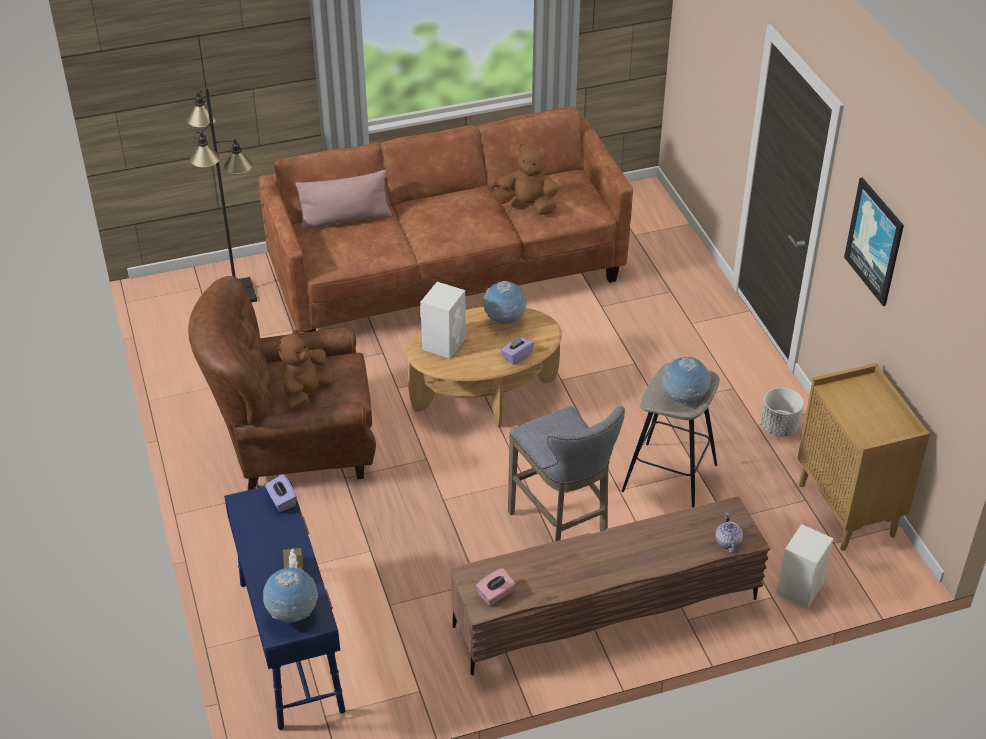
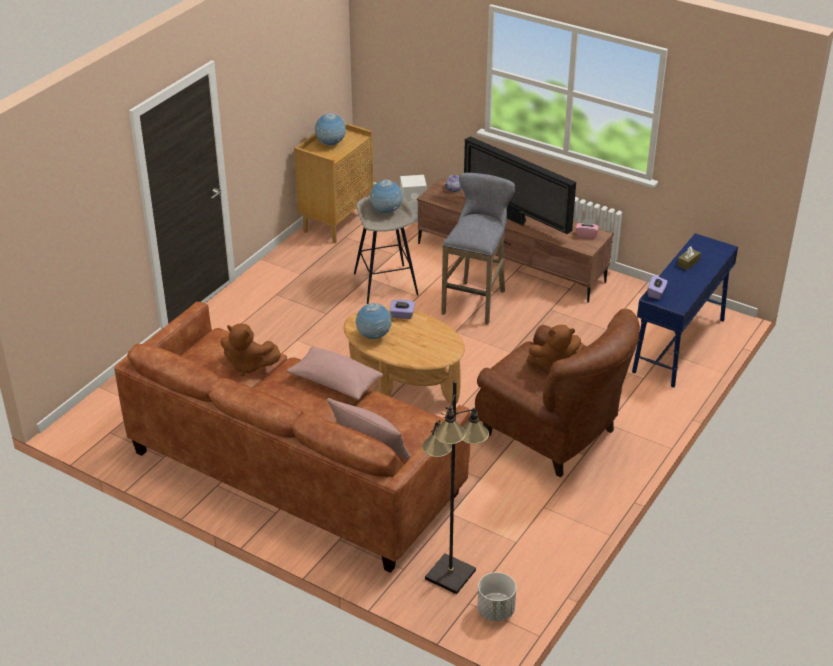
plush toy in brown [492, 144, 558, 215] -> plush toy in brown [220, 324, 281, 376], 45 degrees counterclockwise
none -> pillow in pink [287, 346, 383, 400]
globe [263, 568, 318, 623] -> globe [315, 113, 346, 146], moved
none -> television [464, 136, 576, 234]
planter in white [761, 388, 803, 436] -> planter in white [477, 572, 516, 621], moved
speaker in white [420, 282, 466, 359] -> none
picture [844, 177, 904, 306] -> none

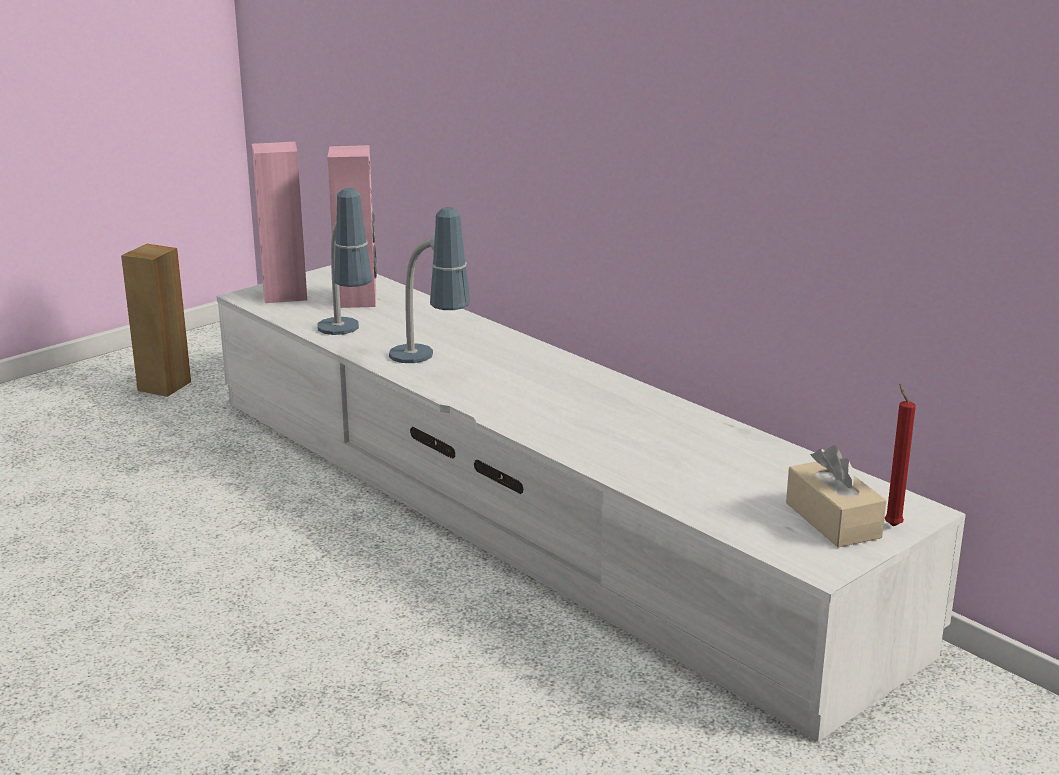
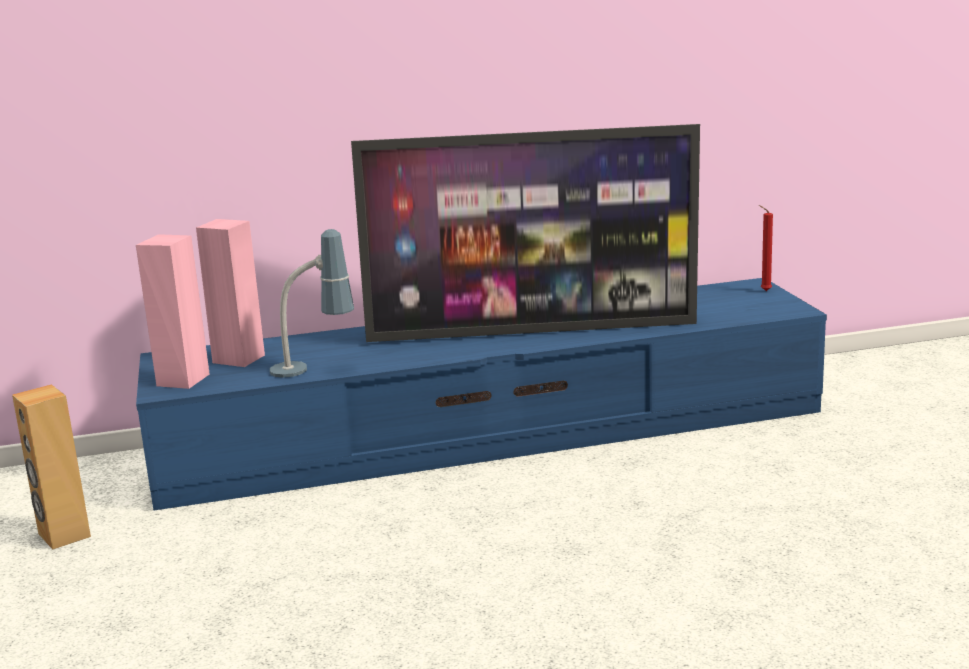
tv stand in white [216, 265, 966, 742] -> tv stand in blue [136, 278, 827, 511]
none -> television [351, 124, 700, 342]
table lamp [389, 207, 470, 363] -> none
tissue box in beige [786, 445, 887, 547] -> none

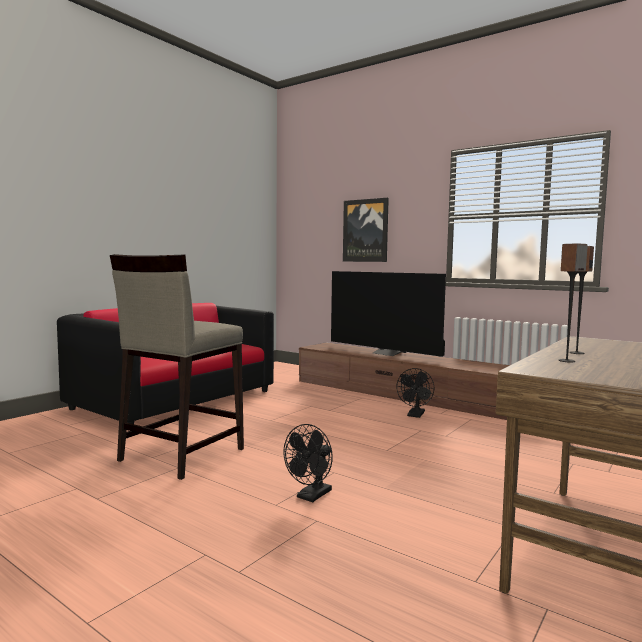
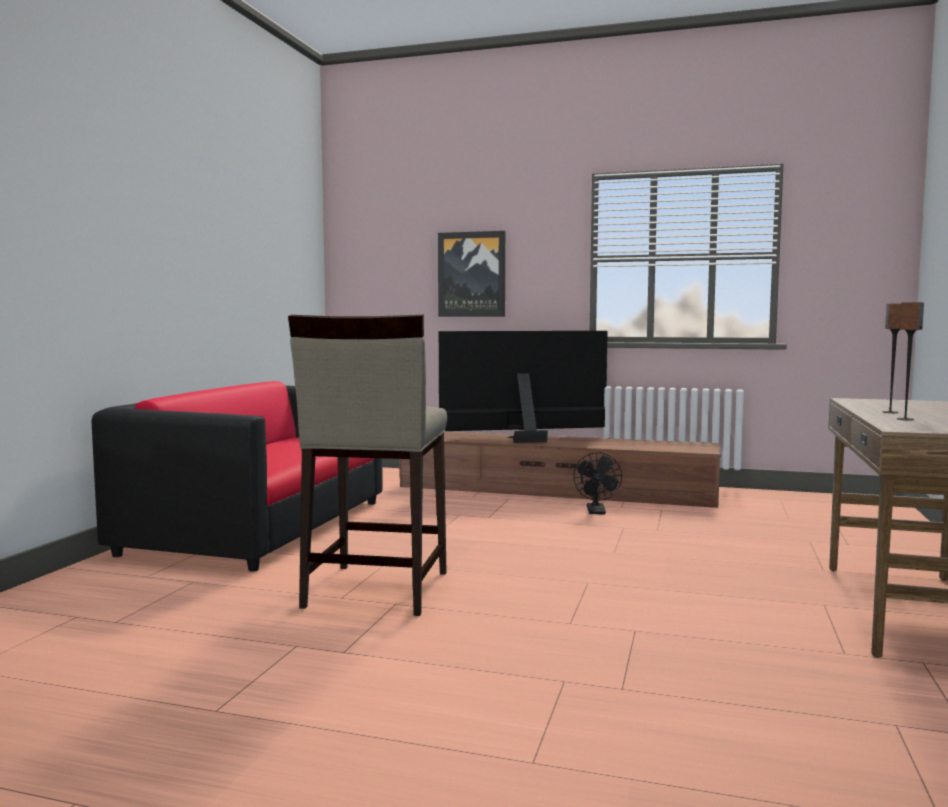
television [331, 271, 446, 357] -> television [439, 331, 608, 443], 150 degrees clockwise
fan in black [283, 424, 333, 502] -> none

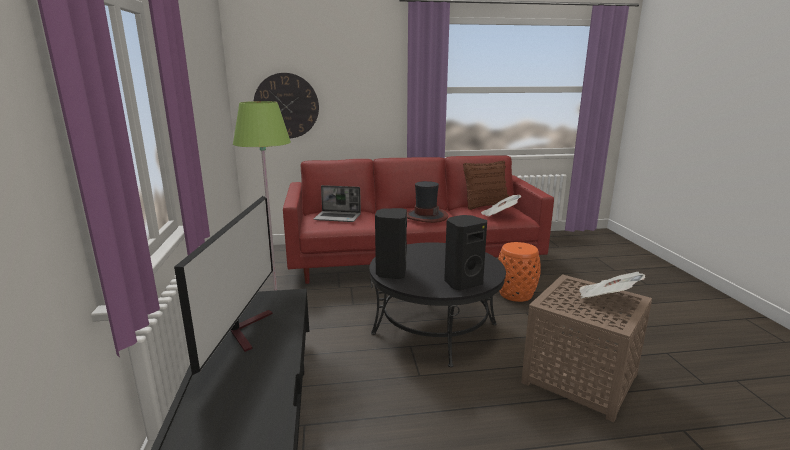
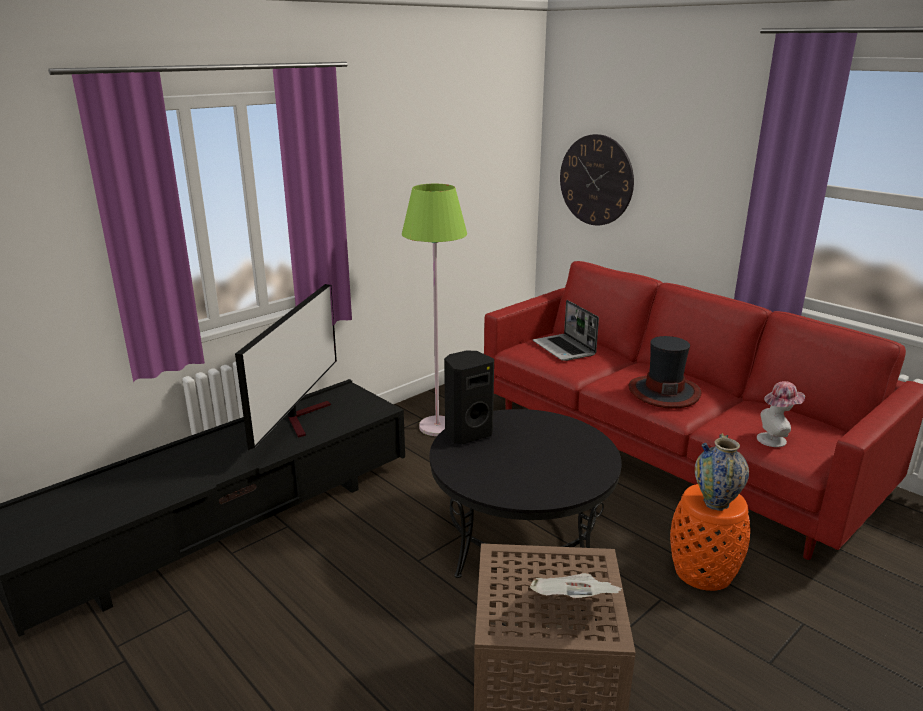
television [174, 196, 273, 375] -> television [235, 284, 337, 450], 45 degrees counterclockwise
none -> vase [695, 433, 749, 511]
newspaper [481, 195, 521, 217] -> hat [757, 381, 805, 447]
speaker in black [444, 215, 487, 291] -> none
pillow in brown [463, 160, 510, 210] -> none

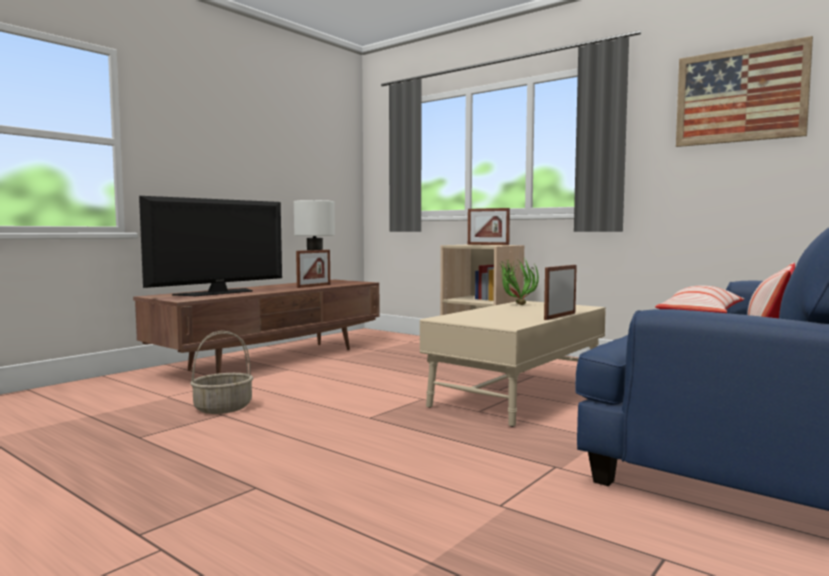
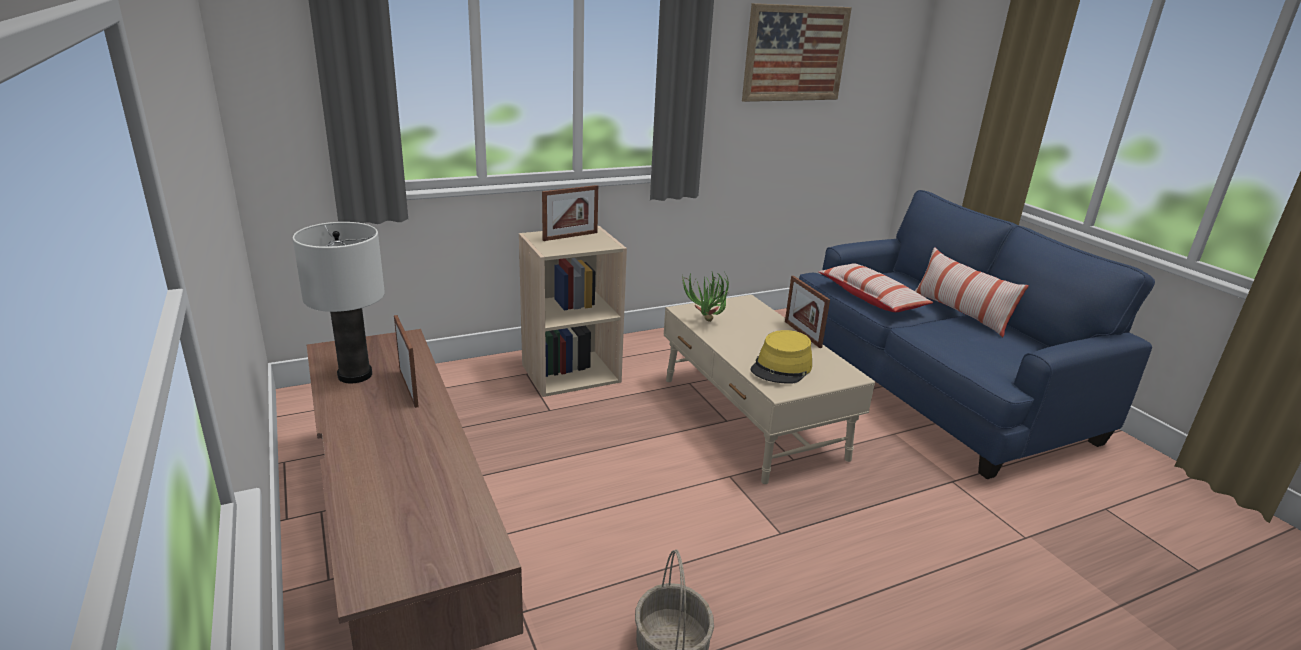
none -> hat in yellow [750, 330, 812, 384]
television [139, 196, 282, 296] -> none

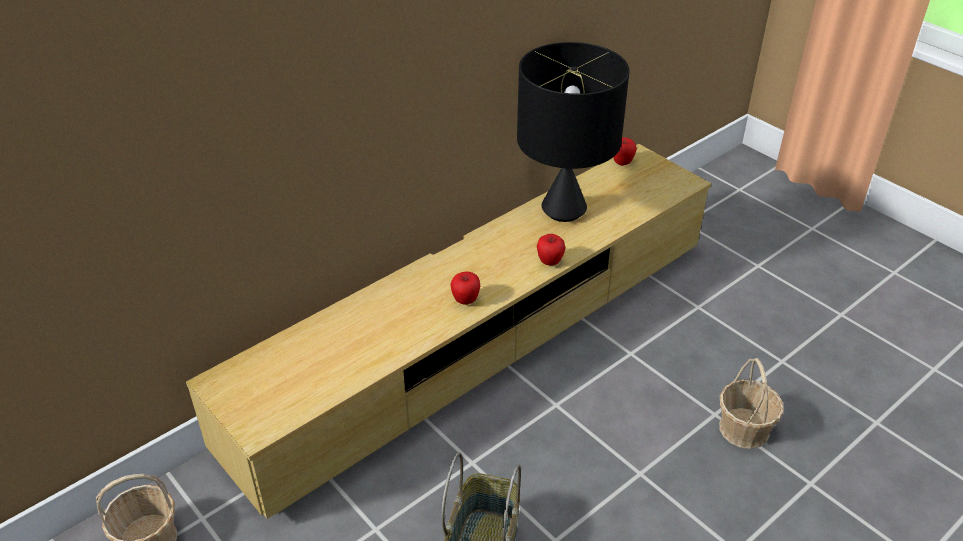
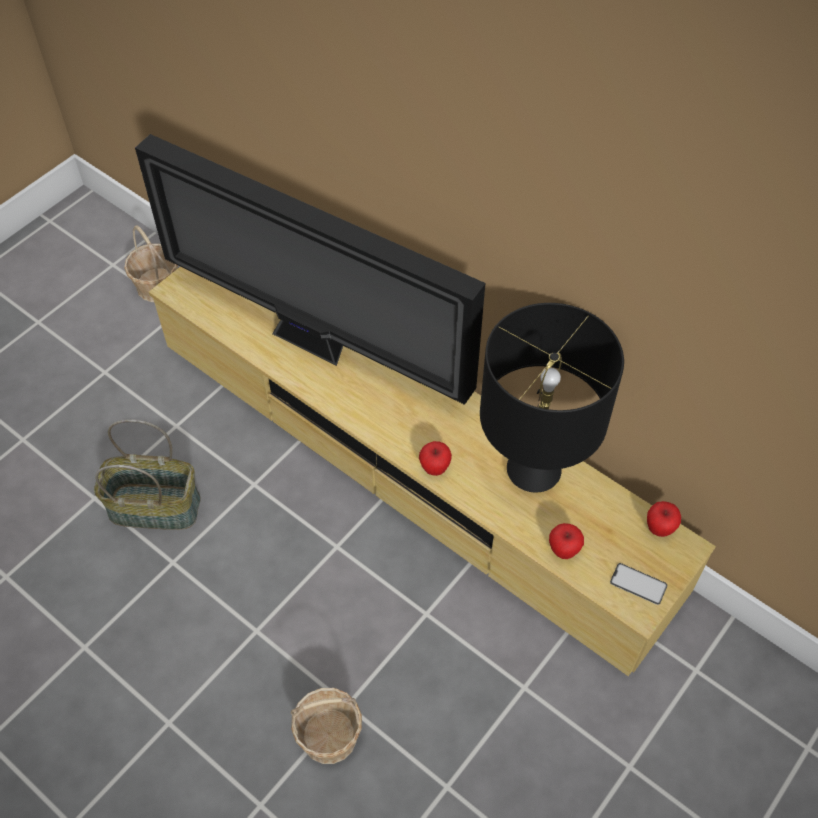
none -> television [135, 134, 485, 405]
apple [450, 272, 480, 305] -> apple [549, 523, 584, 559], moved
none -> phone [610, 563, 667, 605]

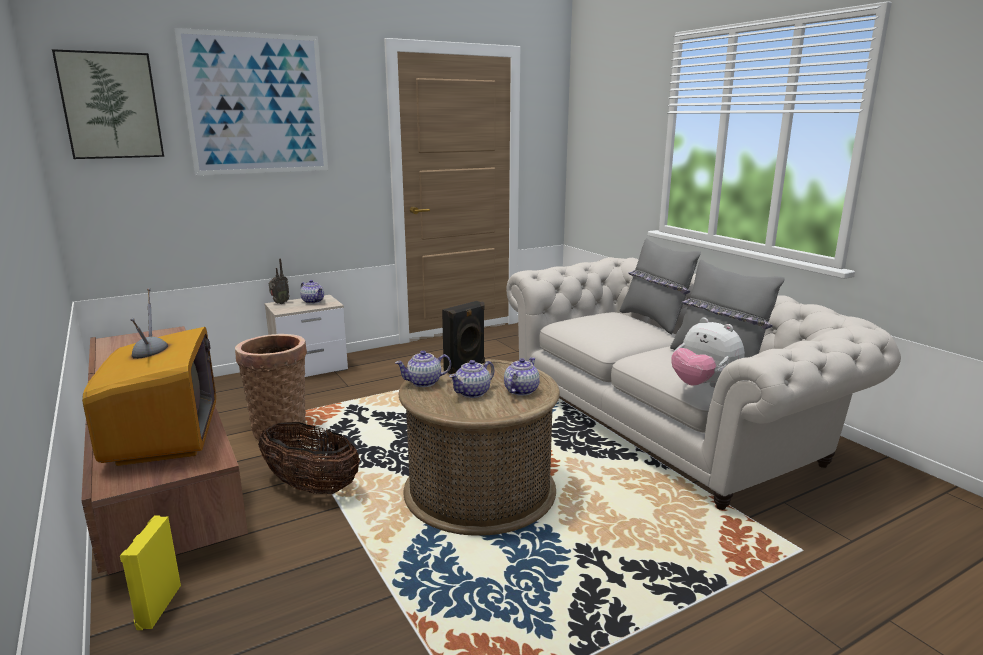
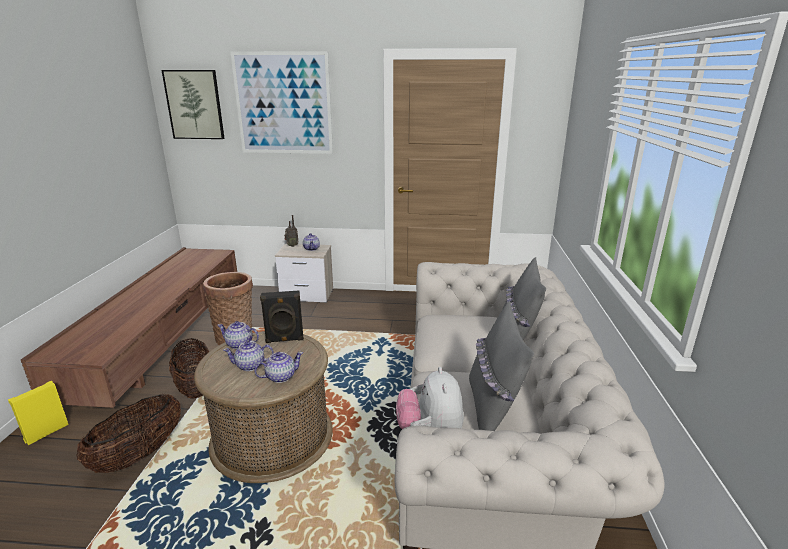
none -> basket [77, 394, 181, 473]
television [82, 288, 216, 466] -> none

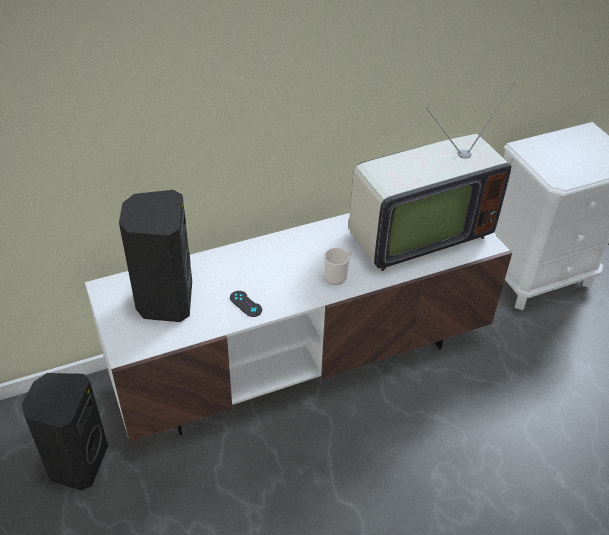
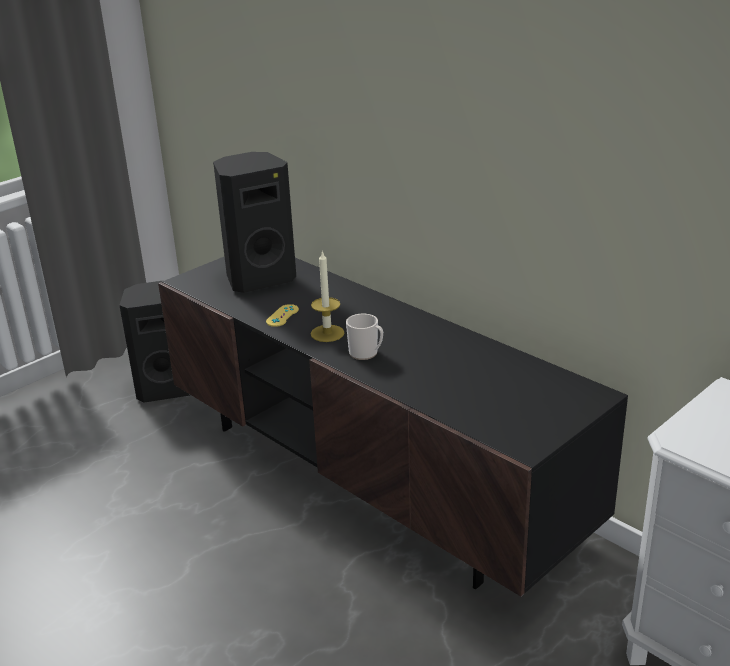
tv stand in white [85, 213, 512, 442] -> tv stand in black [158, 257, 628, 597]
game controller in black [230, 291, 262, 317] -> game controller in yellow [266, 304, 299, 327]
none -> candle [311, 251, 344, 342]
television [349, 83, 515, 271] -> none

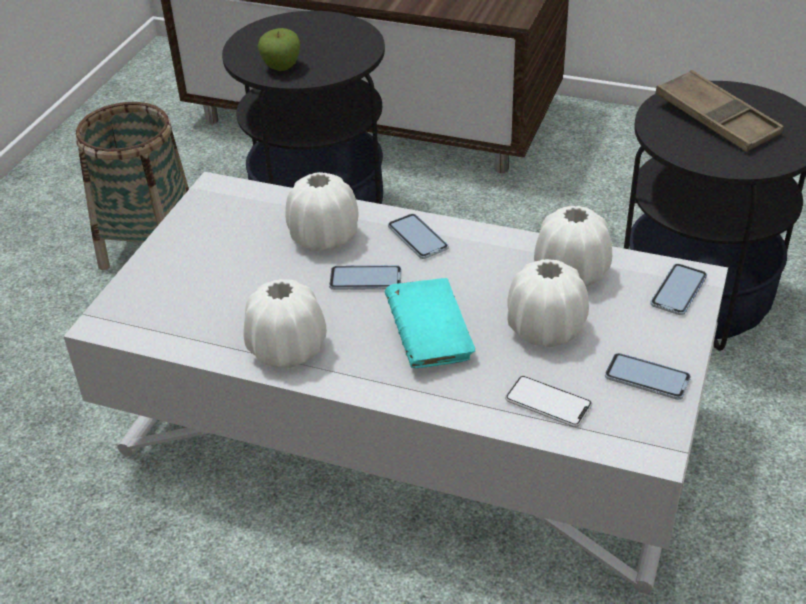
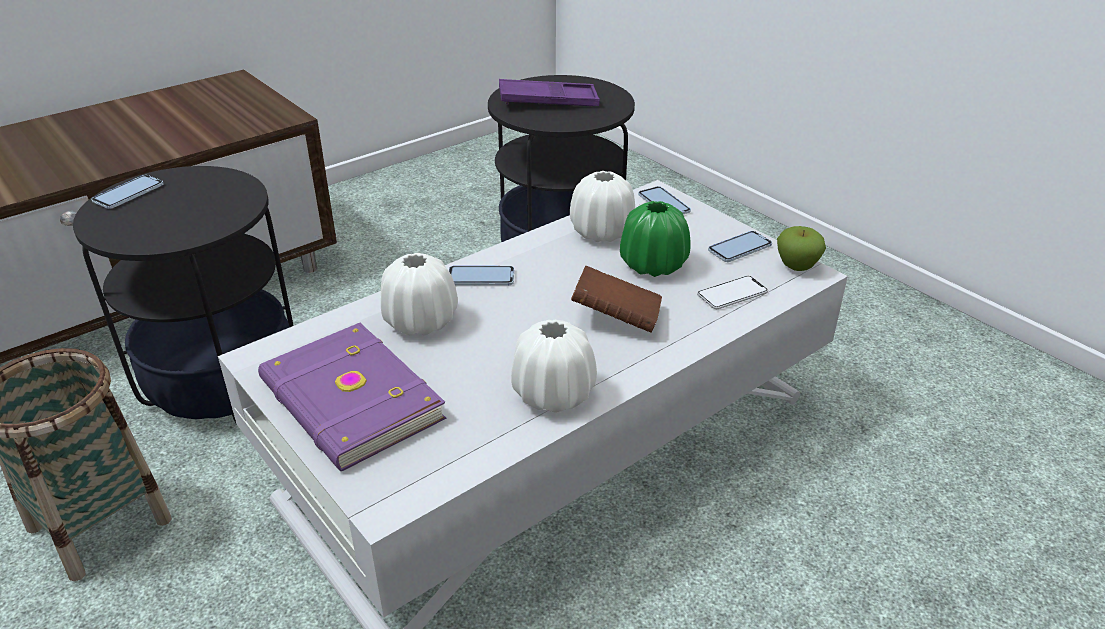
phone [329, 265, 401, 290] -> phone [91, 175, 164, 209], moved
none -> book in purple [258, 323, 447, 471]
tray in brown [655, 70, 784, 152] -> tray in purple [499, 79, 600, 106]
book in turquoise [385, 278, 475, 368] -> book in brown [571, 266, 662, 333]
vase in white [507, 259, 589, 347] -> vase in green [620, 201, 691, 277]
apple [257, 28, 300, 71] -> apple [777, 226, 826, 271], moved

